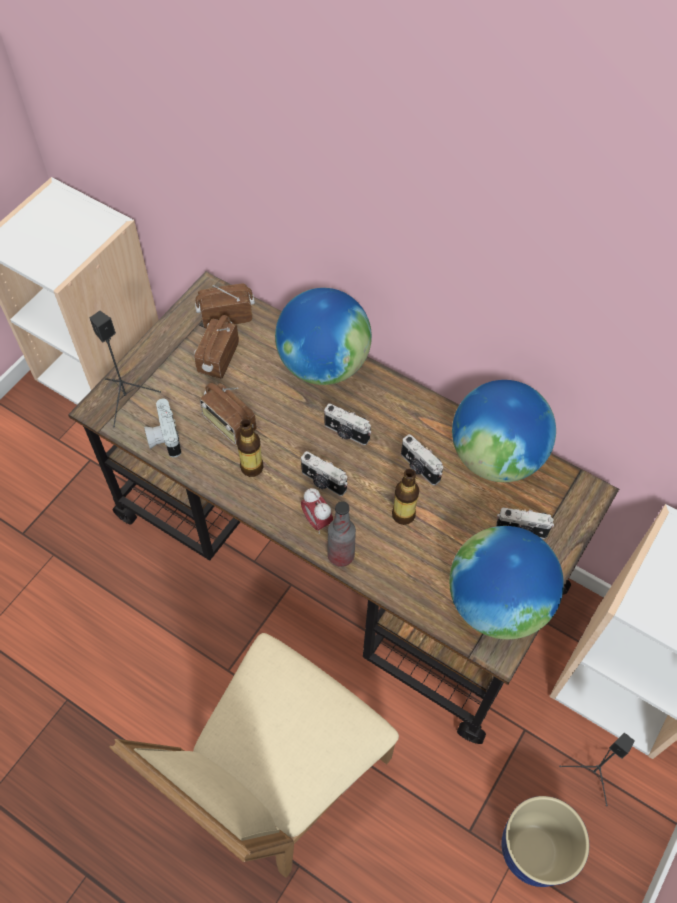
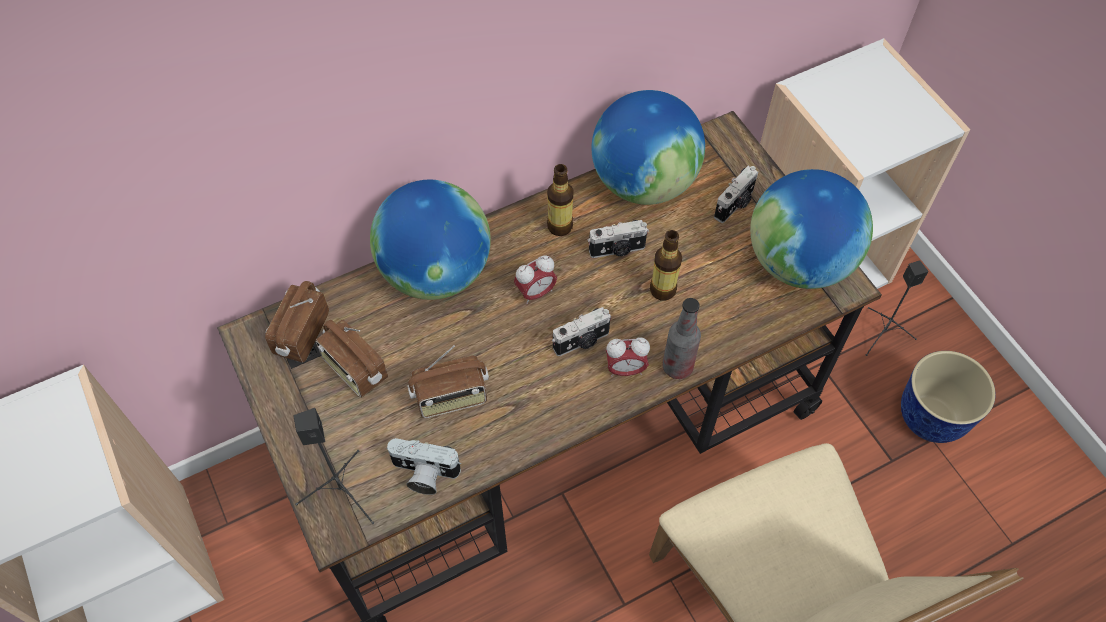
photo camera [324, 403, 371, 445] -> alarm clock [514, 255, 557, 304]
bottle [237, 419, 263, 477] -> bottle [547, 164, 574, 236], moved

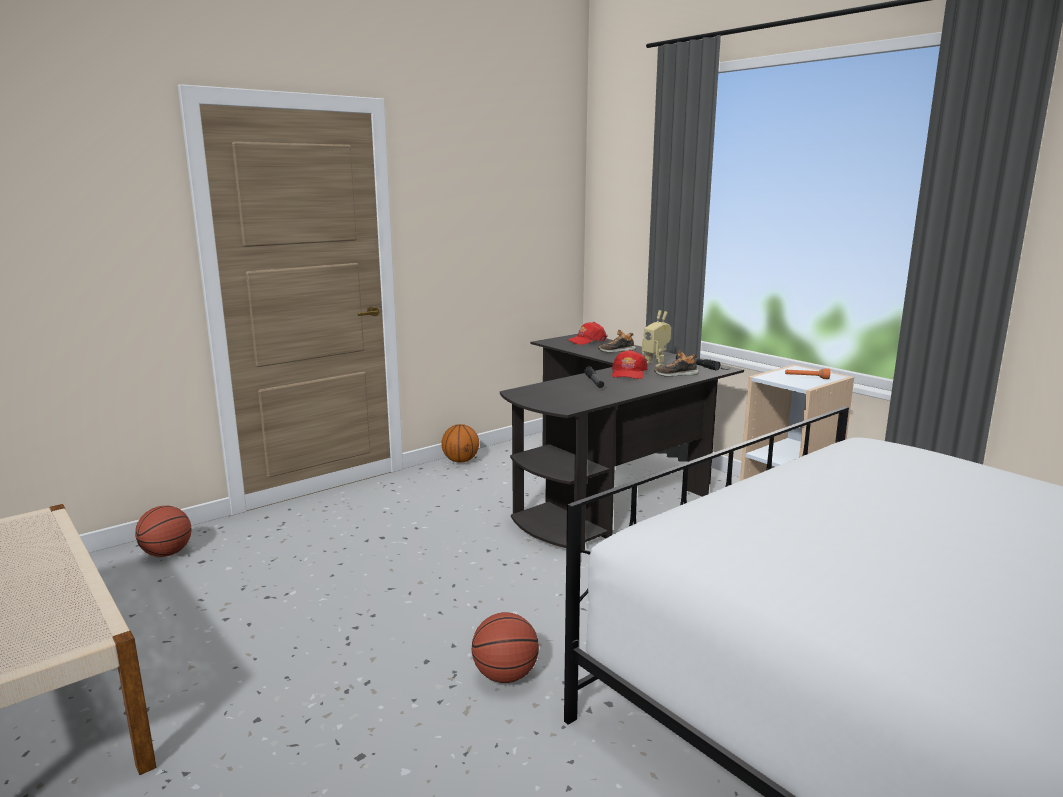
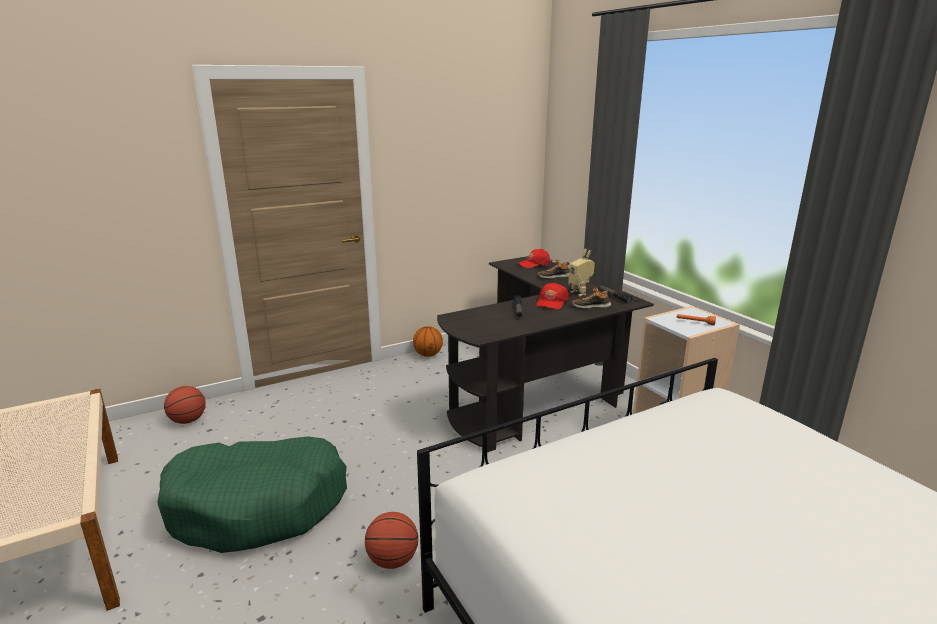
none -> dog bed in green [157, 436, 347, 553]

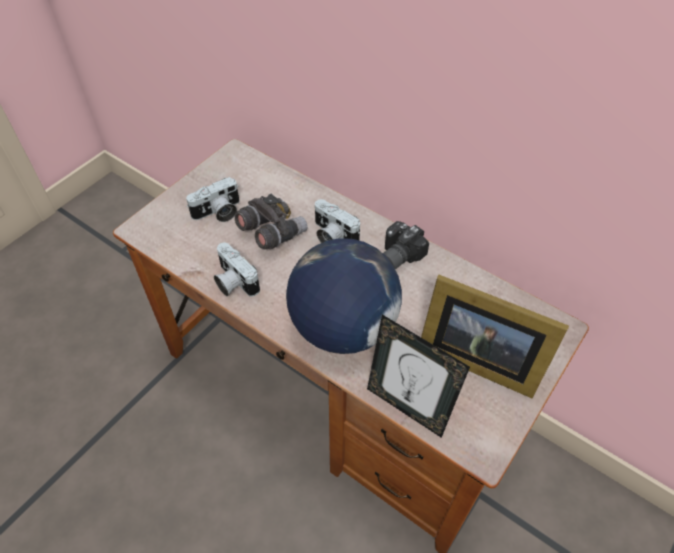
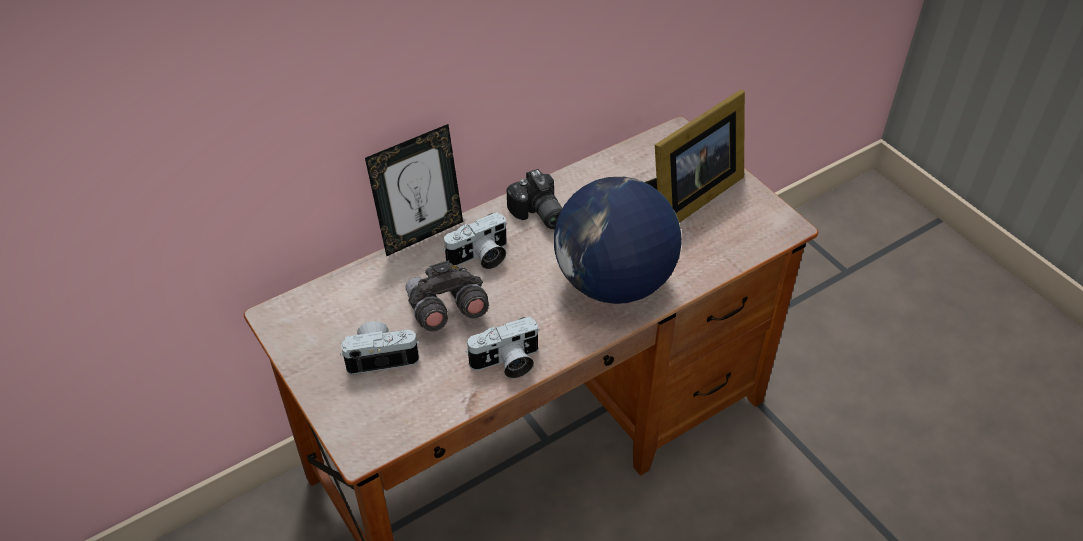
photo camera [186, 177, 240, 222] -> photo camera [340, 321, 420, 375], 90 degrees counterclockwise
picture frame [367, 314, 470, 438] -> picture frame [365, 124, 463, 256], moved

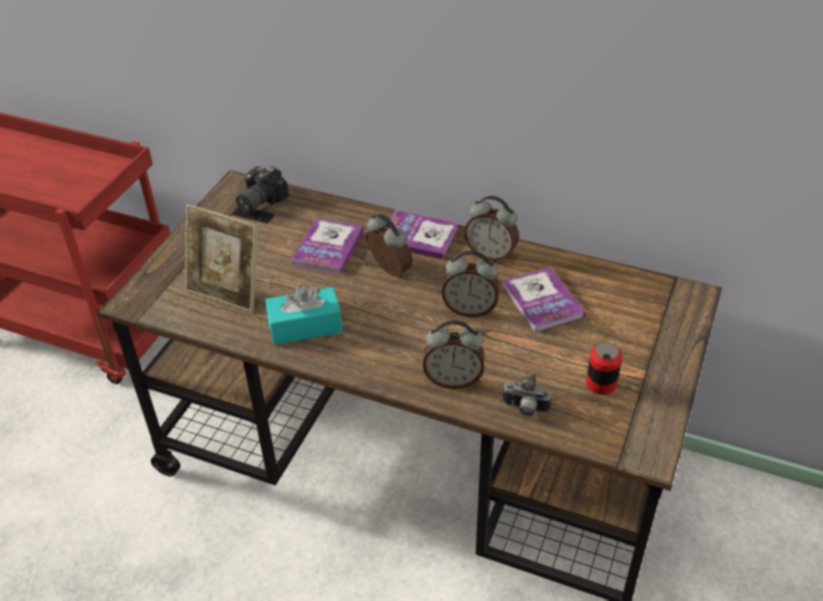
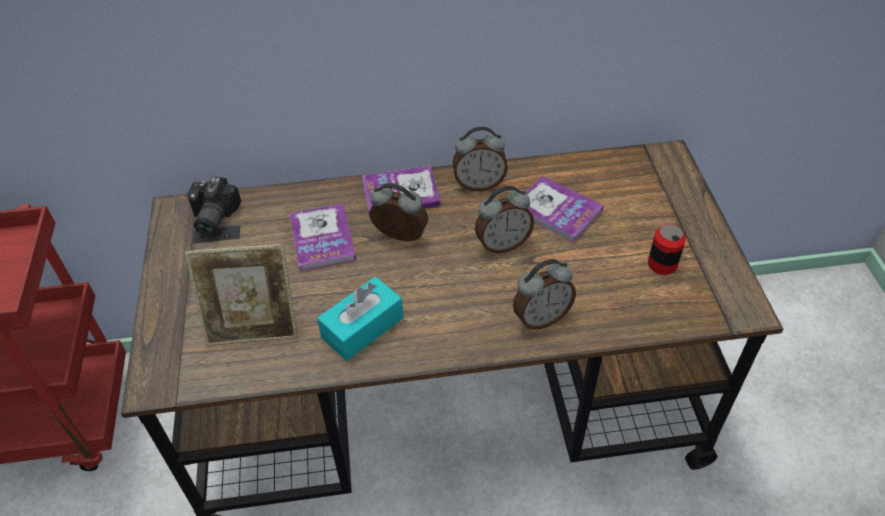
photo camera [502, 374, 552, 416] -> none

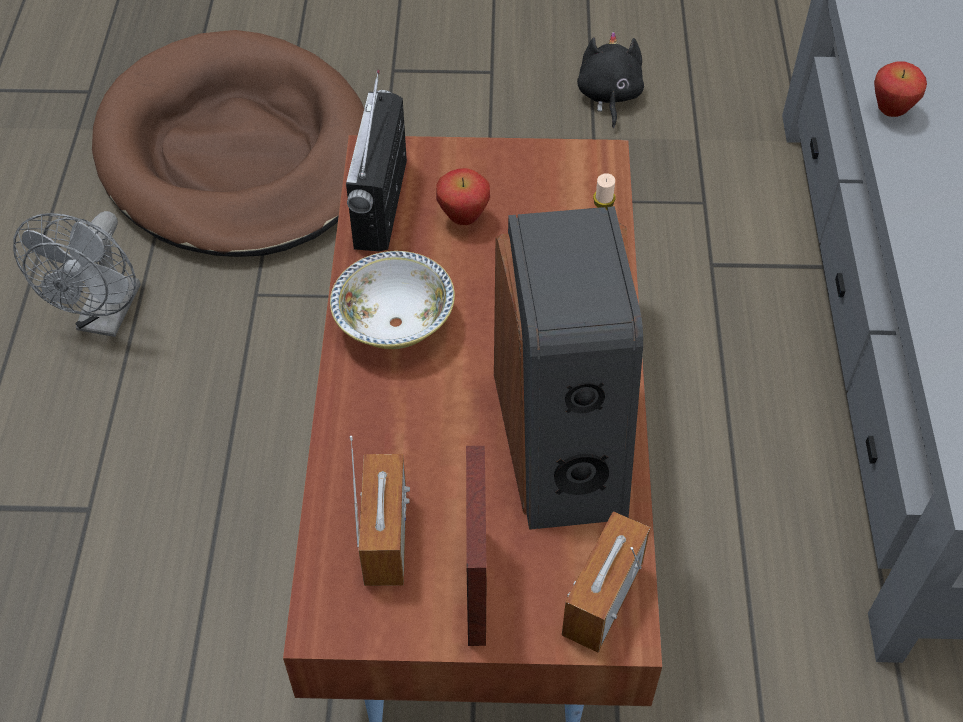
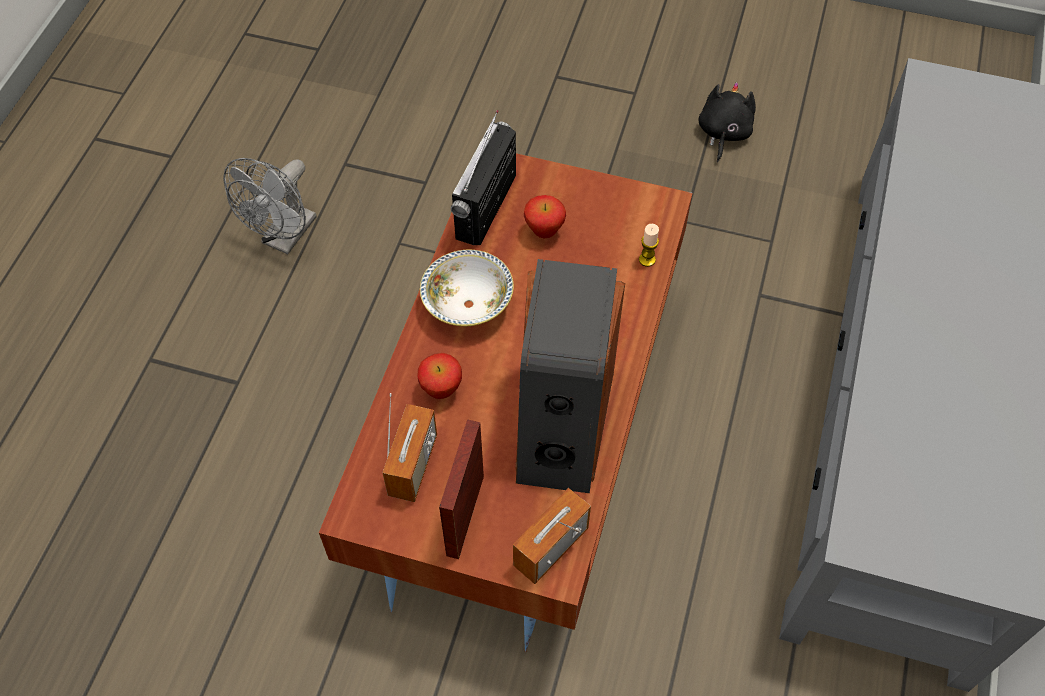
apple [874, 61, 927, 117] -> apple [417, 353, 462, 399], moved
dog bed in brown [92, 30, 364, 257] -> none

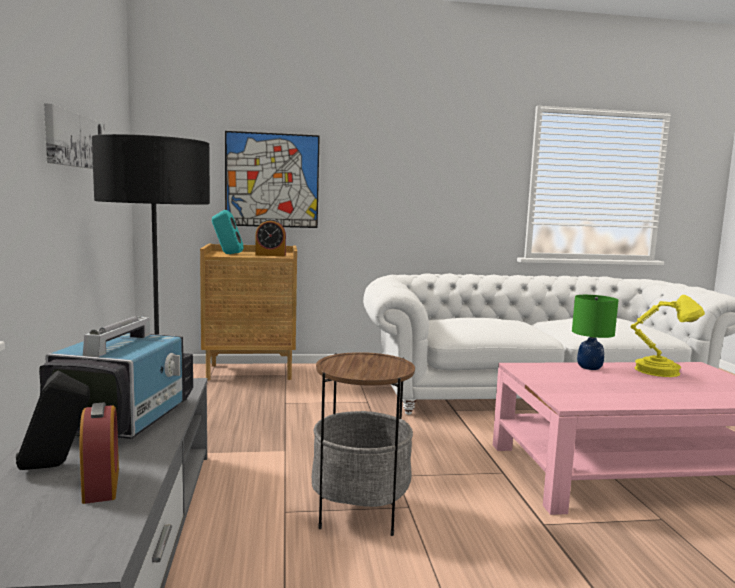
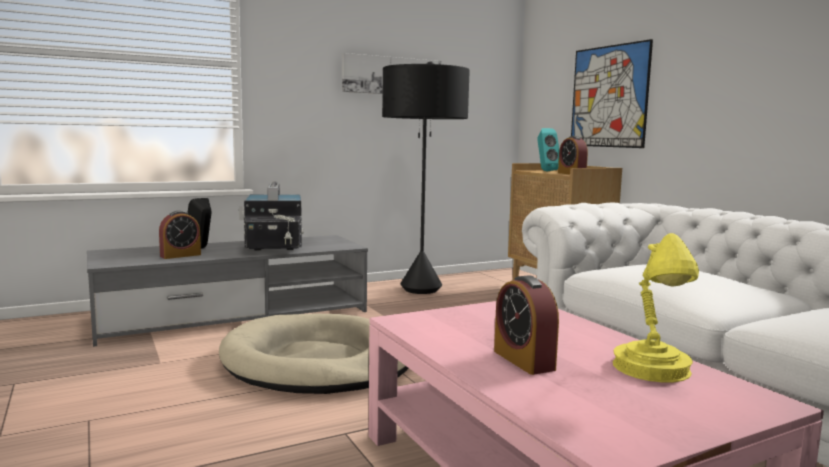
side table [312, 352, 415, 536] -> dog bed in beige [219, 313, 408, 394]
television [39, 316, 193, 439] -> television [239, 181, 304, 250], 90 degrees clockwise
none -> alarm clock [494, 275, 559, 375]
table lamp in green [572, 295, 619, 370] -> none

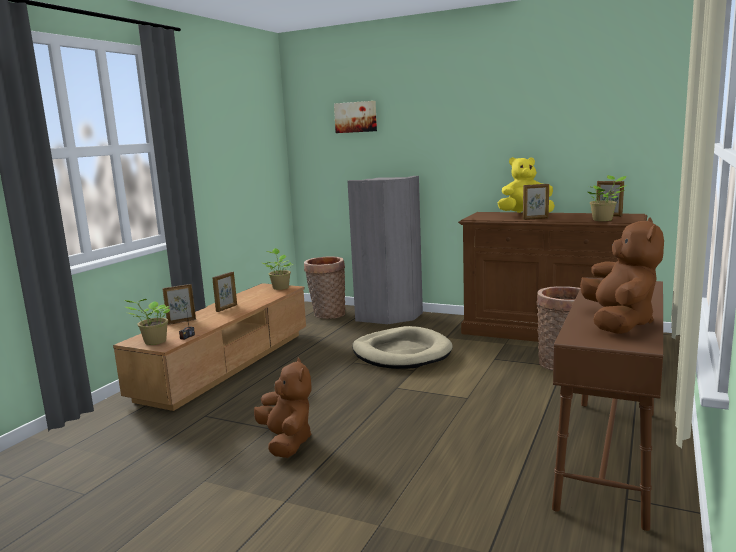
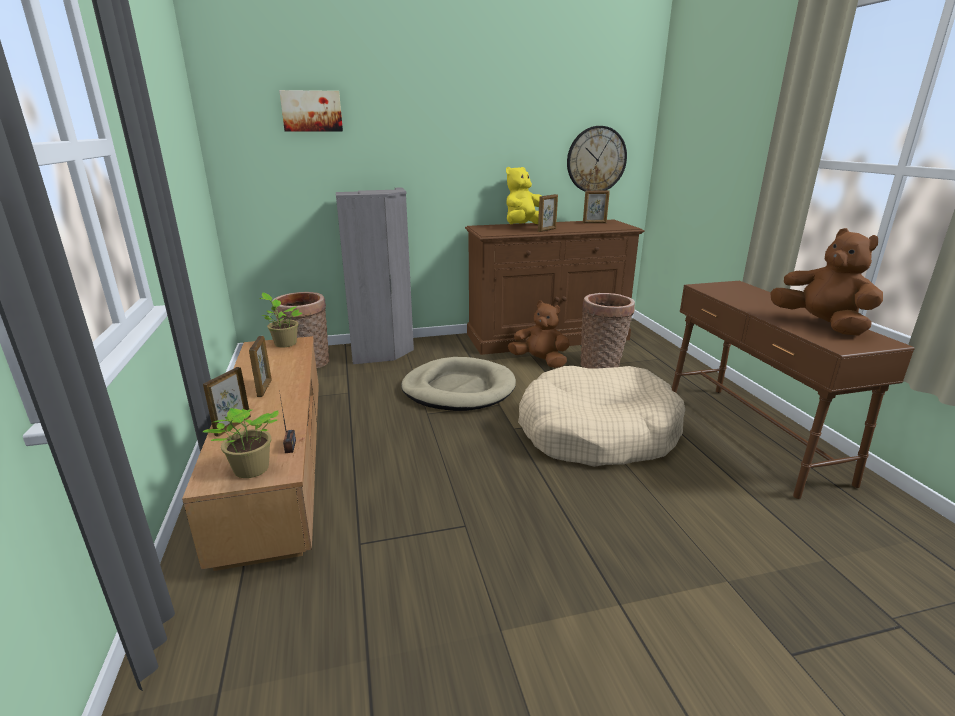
plush toy in brown [254, 358, 312, 458] -> plush toy in brown [508, 301, 570, 368], moved
none -> dog bed in beige [518, 366, 685, 467]
none -> wall clock [567, 126, 627, 191]
potted plant [588, 175, 627, 221] -> none

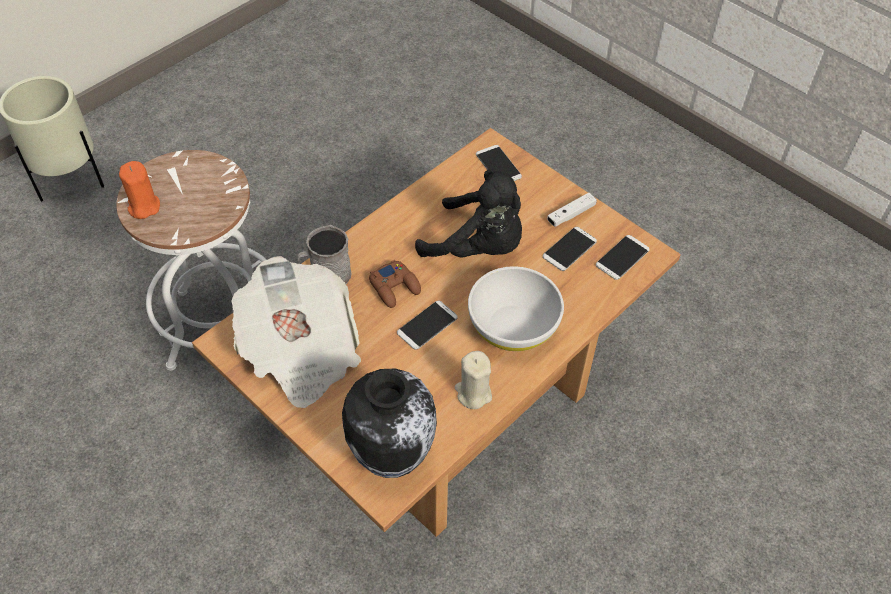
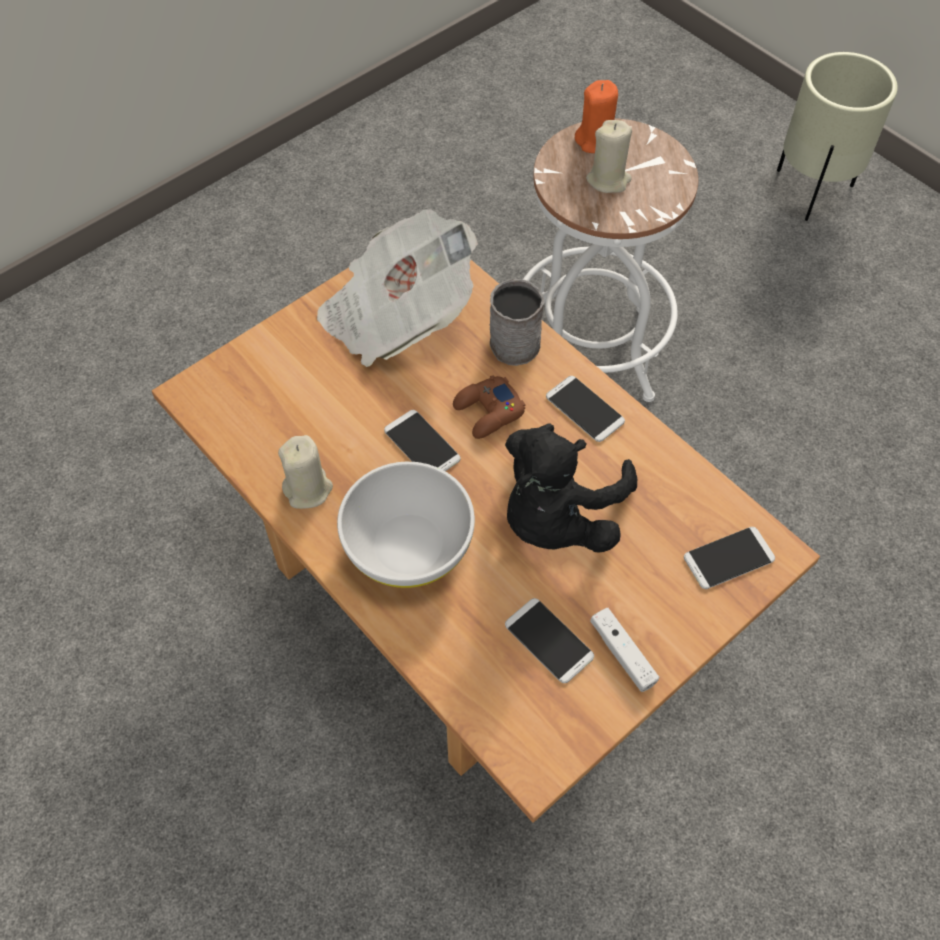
phone [596, 235, 650, 280] -> phone [546, 376, 625, 442], moved
none -> candle in beige [586, 120, 632, 193]
vase [342, 368, 437, 478] -> none

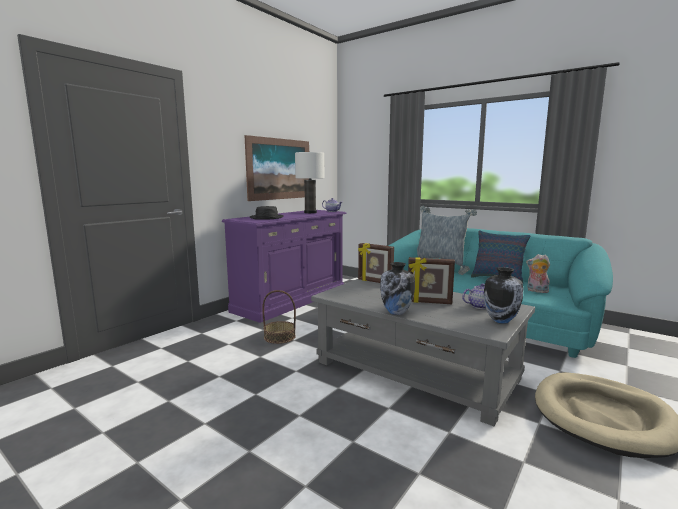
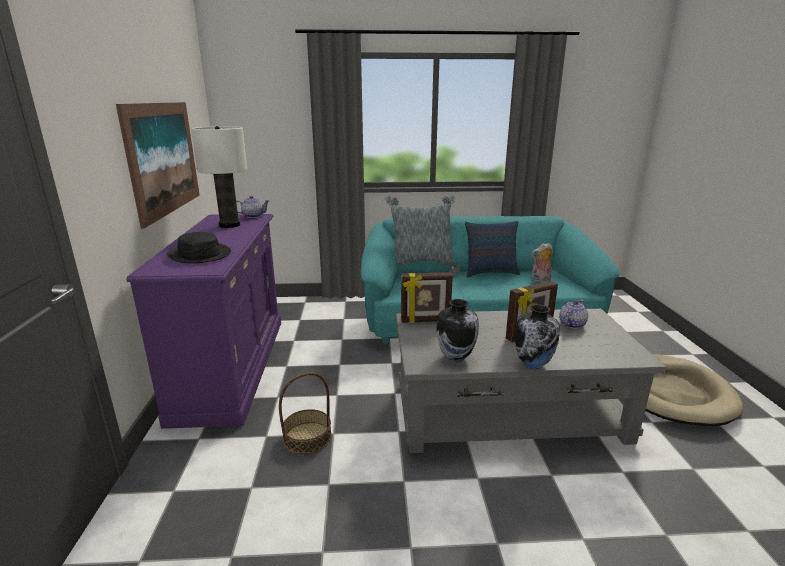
vase [484, 267, 523, 324] -> vase [437, 299, 479, 362], moved

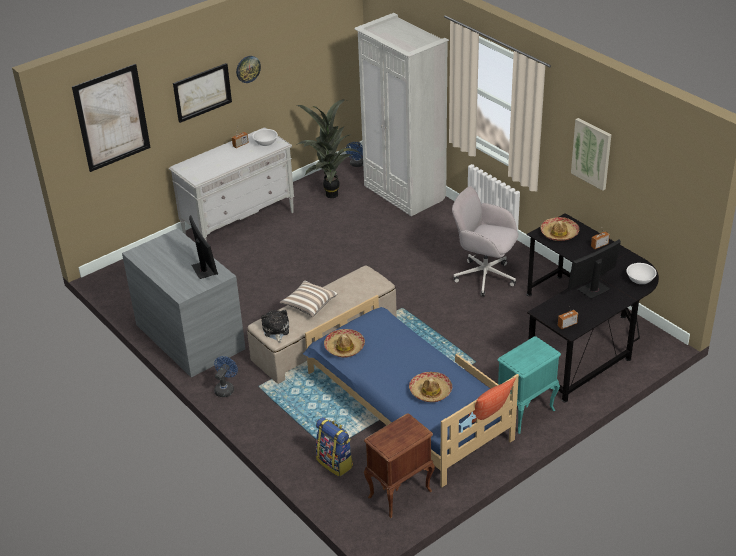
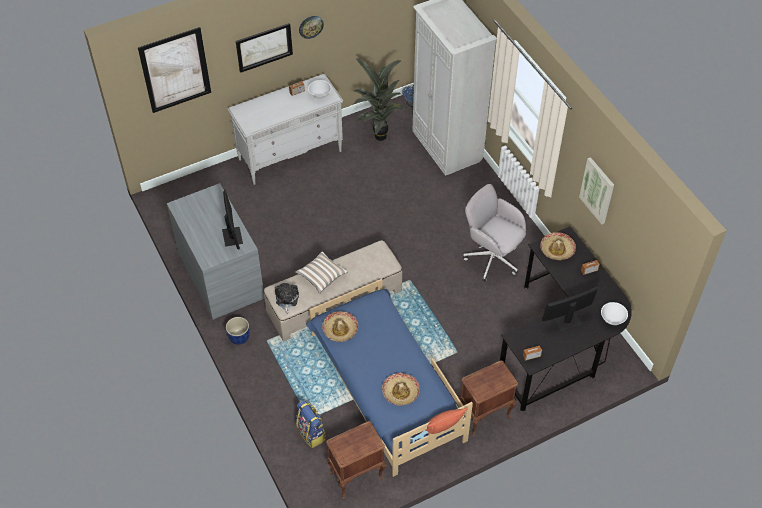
fan in blue [214, 356, 238, 397] -> planter in blue [226, 317, 250, 345]
nightstand in turquoise [497, 336, 561, 434] -> nightstand in brown [458, 360, 518, 436]

